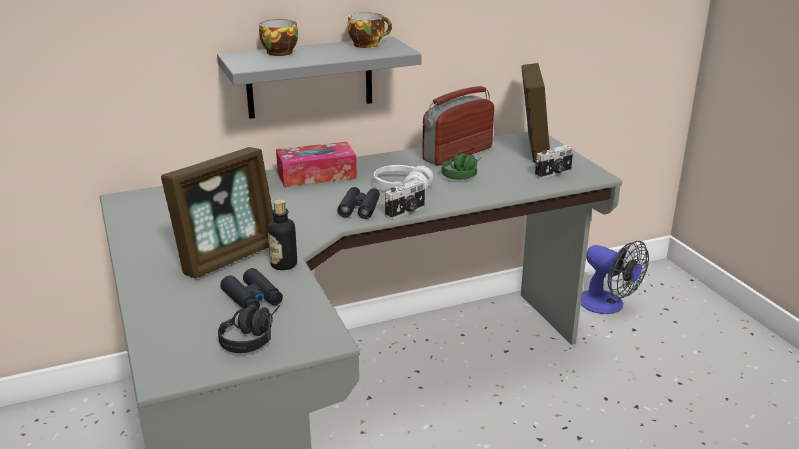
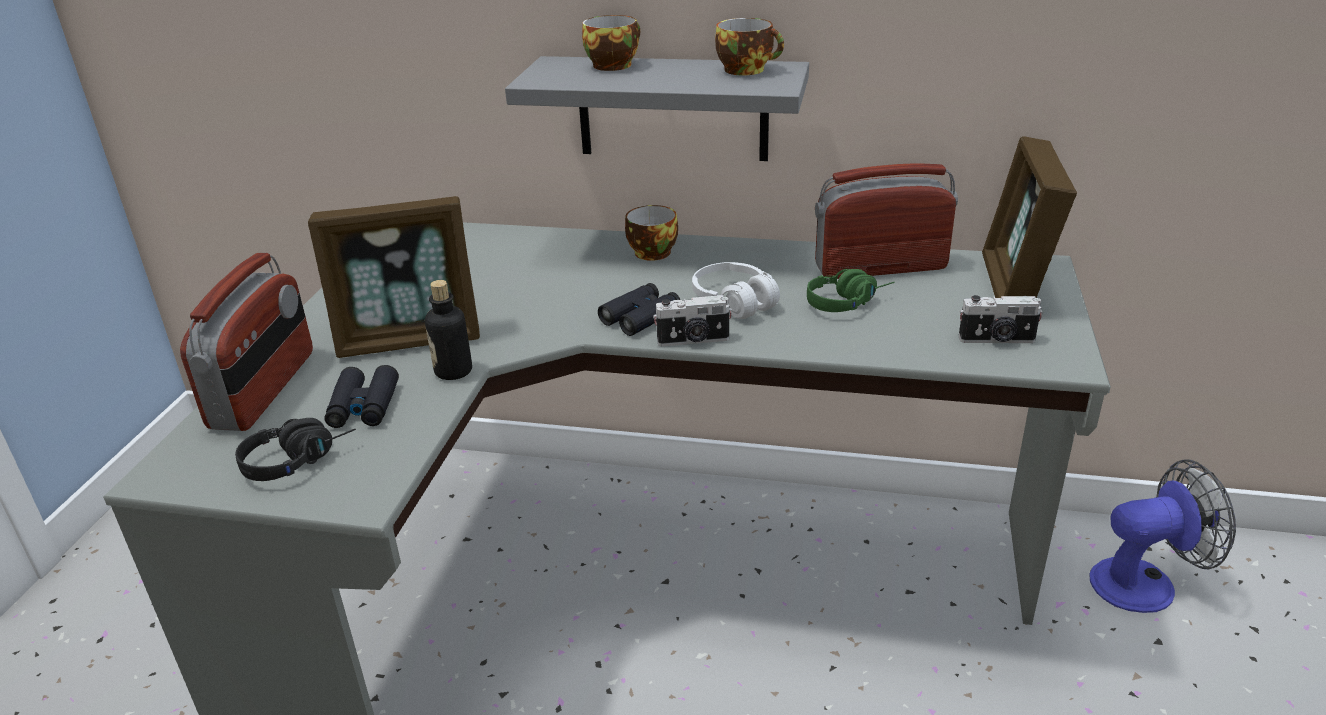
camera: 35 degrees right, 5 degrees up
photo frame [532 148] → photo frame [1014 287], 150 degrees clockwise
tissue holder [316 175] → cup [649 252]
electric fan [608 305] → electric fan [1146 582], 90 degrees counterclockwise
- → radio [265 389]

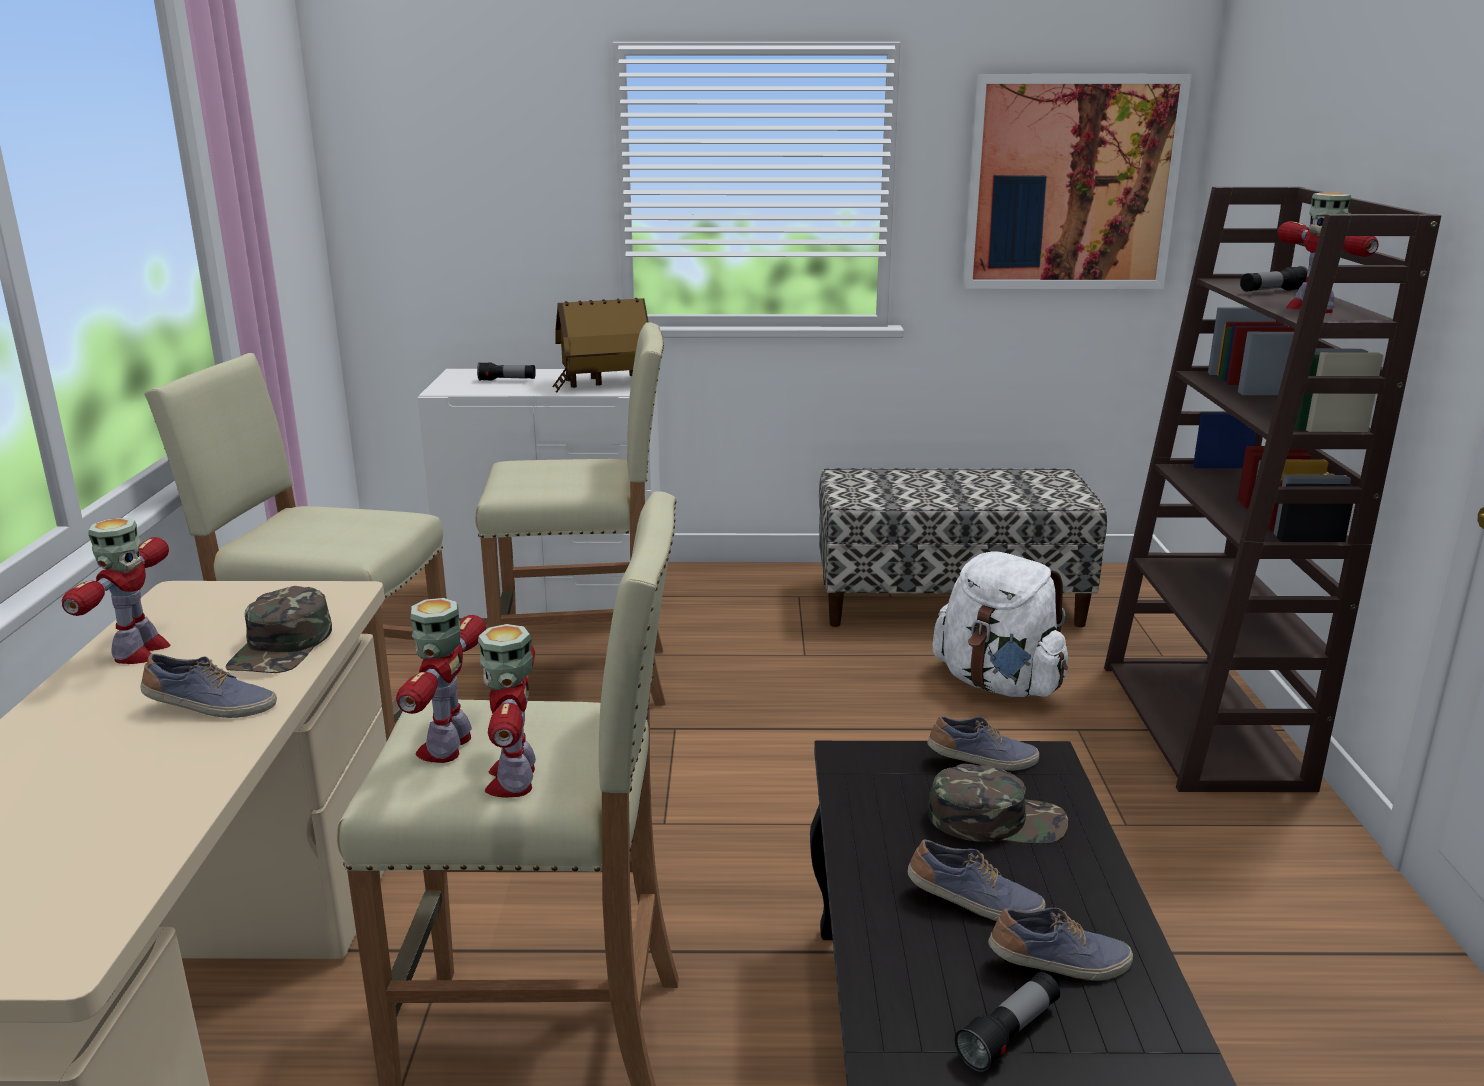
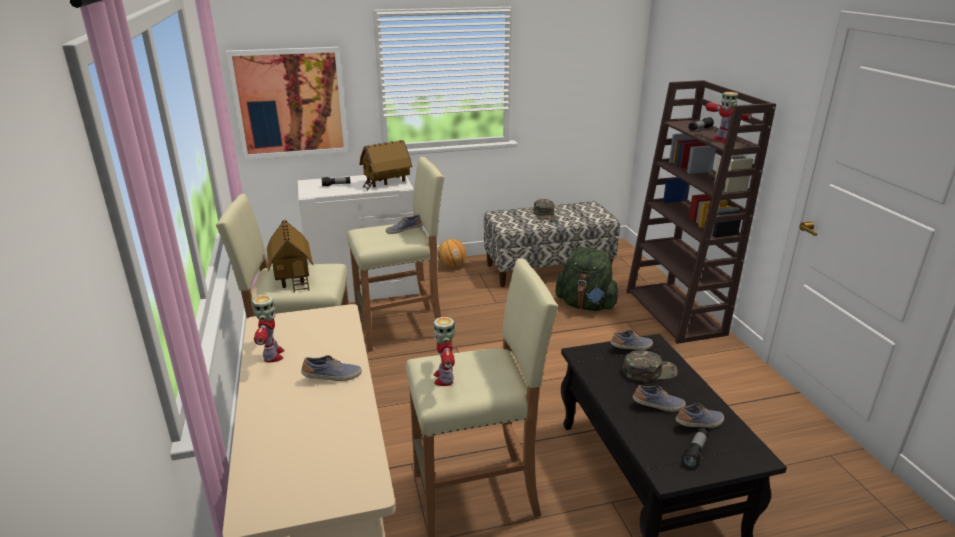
camera: 15 degrees left, 5 degrees up
wall art [1071 184] → wall art [290 103], shifted
knapsack (whitish) [998 684] → knapsack (green) [586 305]
baseball cap (green) [283 646] → baseball cap (green) [545 214], shifted
robot figure [514 779] → -
- → low shoe [404 230]
- → model house [292 277]
- → ball for basketball [451 266]

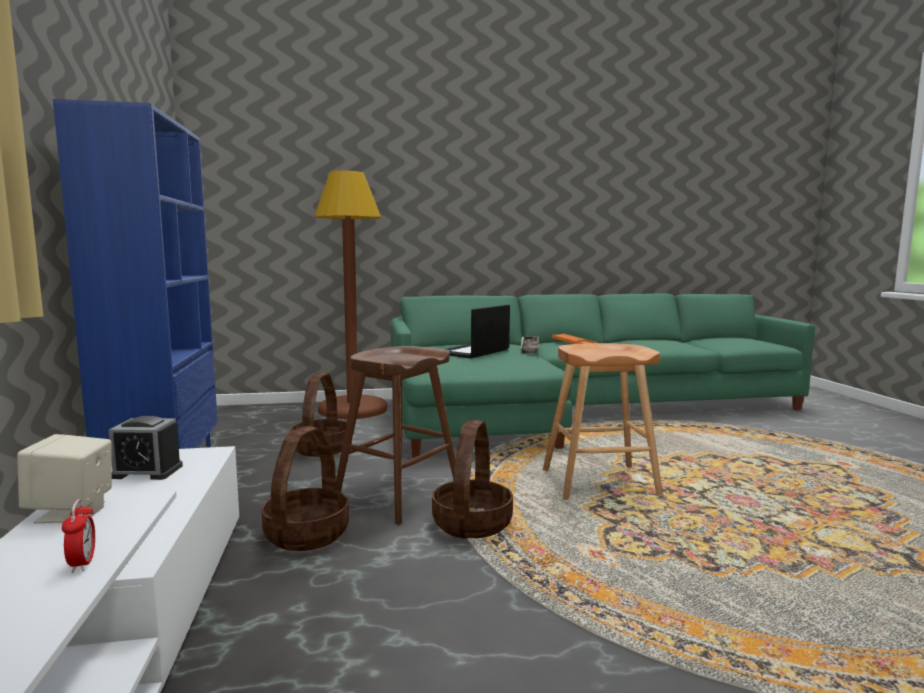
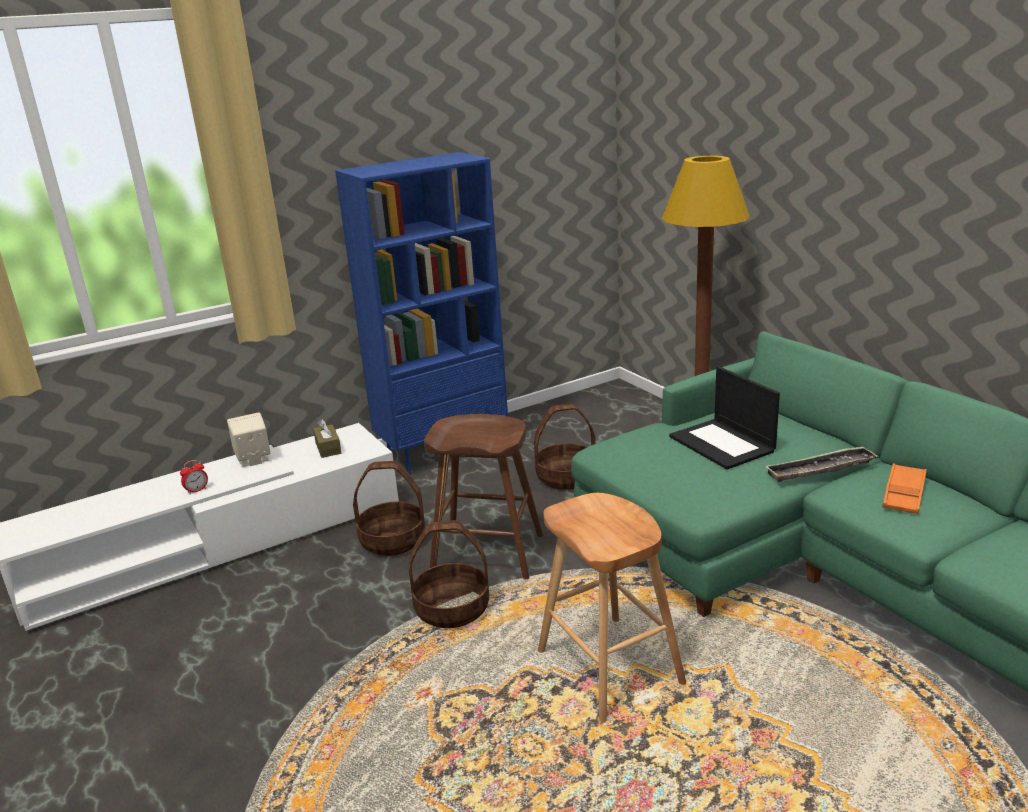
camera: 70 degrees right, 15 degrees up
notebook computer [473 352] → notebook computer [723 444], 135 degrees counterclockwise
bedside clock [147 471] → tissue holder (brown) [328 448]

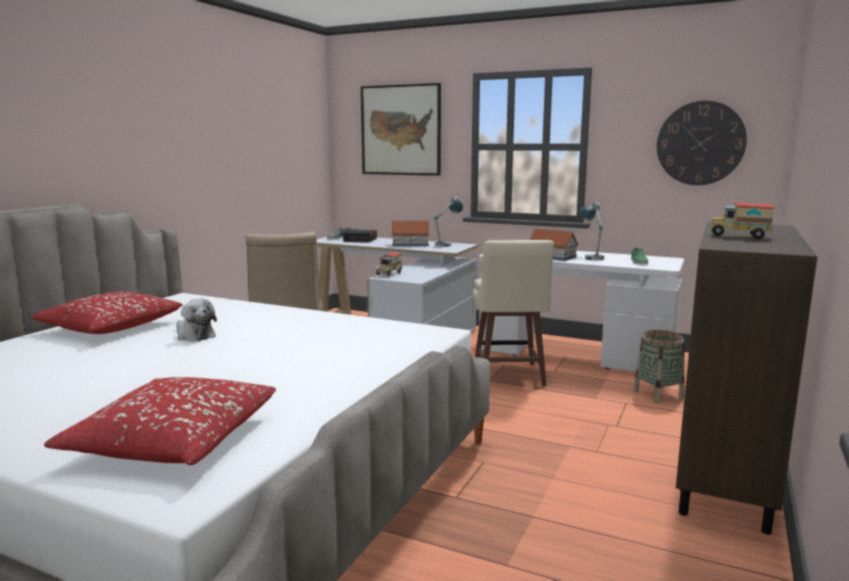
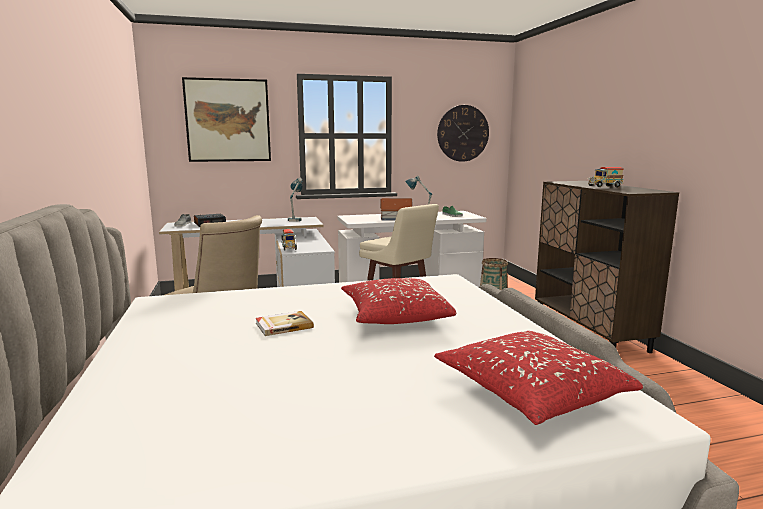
camera: 40 degrees left, 0 degrees up
model house [410 244] → -
pillow (reddish) [111 327] → pillow (reddish) [394 315], shifted
soft toy [194 335] → volume [283 325]

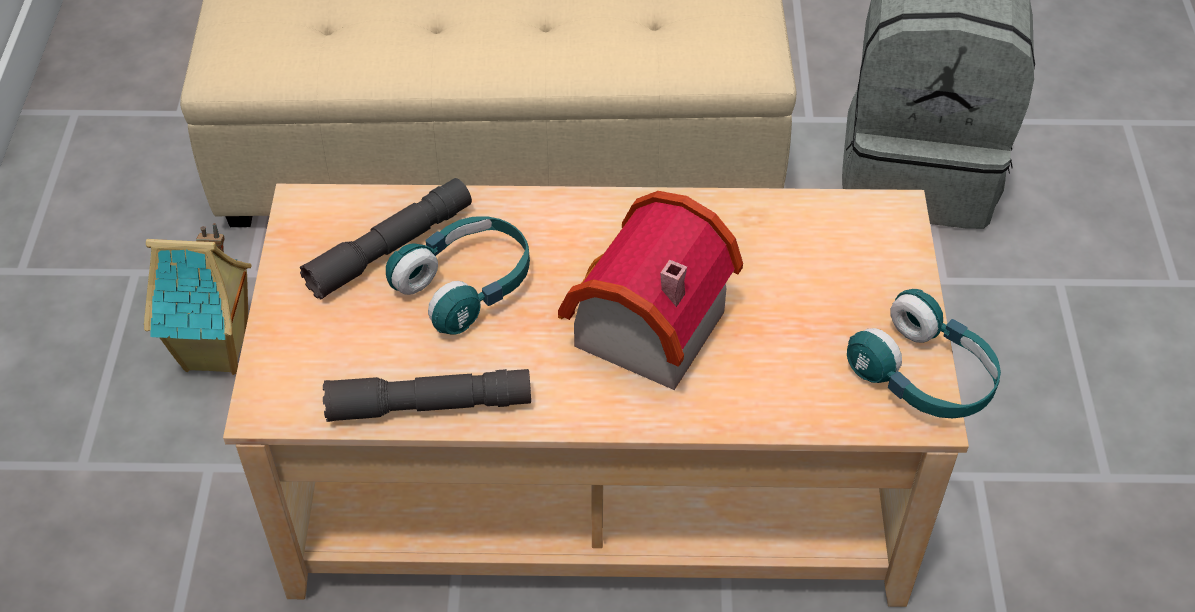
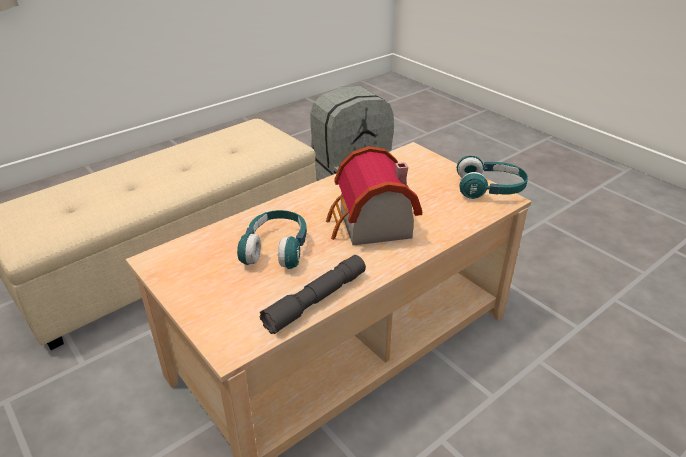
camera: 40 degrees left, 15 degrees down
flashlight (greyish) [390 248] → -
model house [218 352] → -

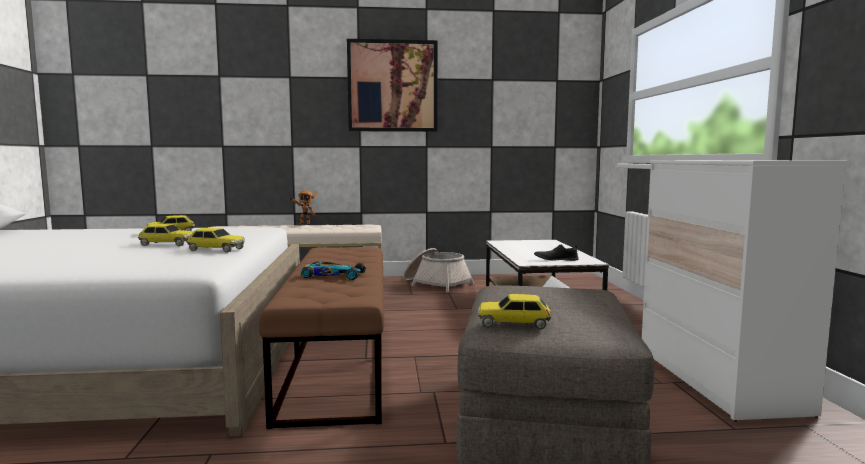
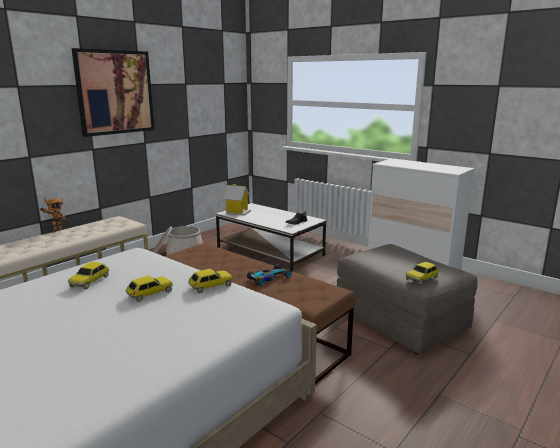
camera: 45 degrees left, 10 degrees up
- → model house [237 212]

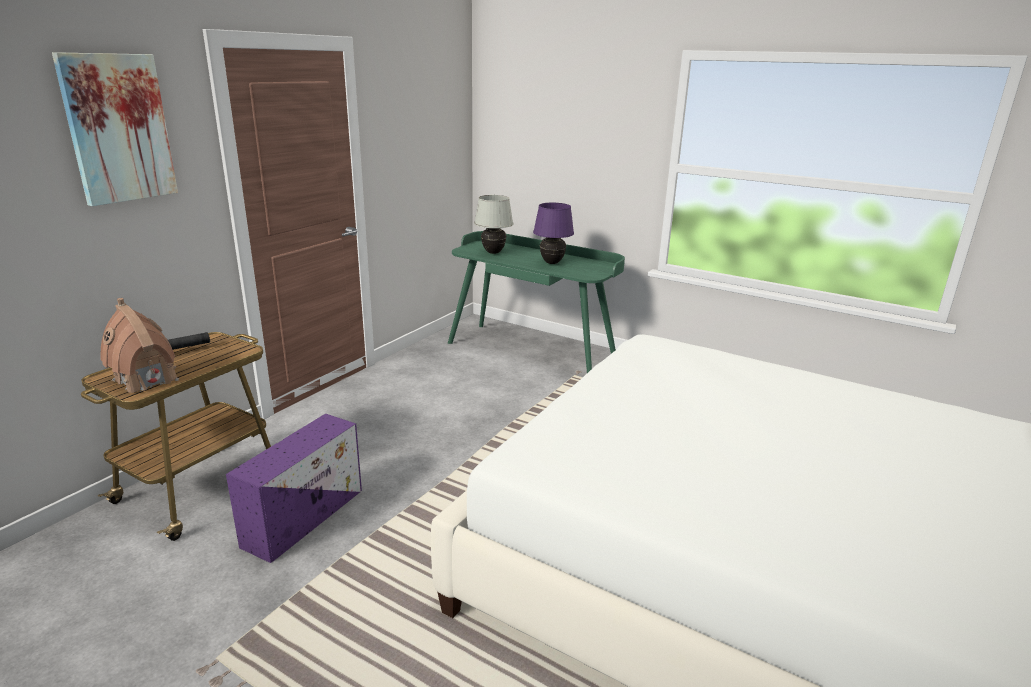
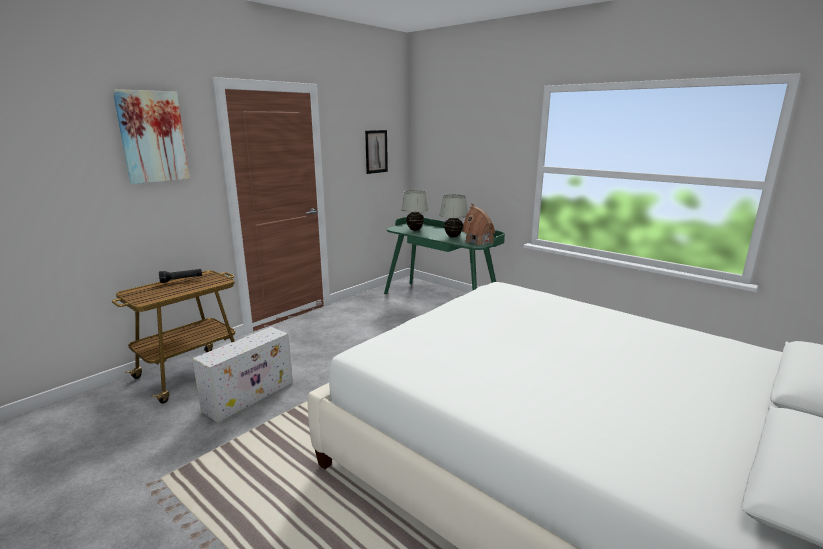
camera: 10 degrees right, 5 degrees down
tabletop lamp (purple) [552 263] → tabletop lamp (whitish) [453 237]
model house [145 379] → model house [479 241], shifted
storage box (purple) [305 516] → storage box (whitish) [250 395]
- → wall art [376 151]

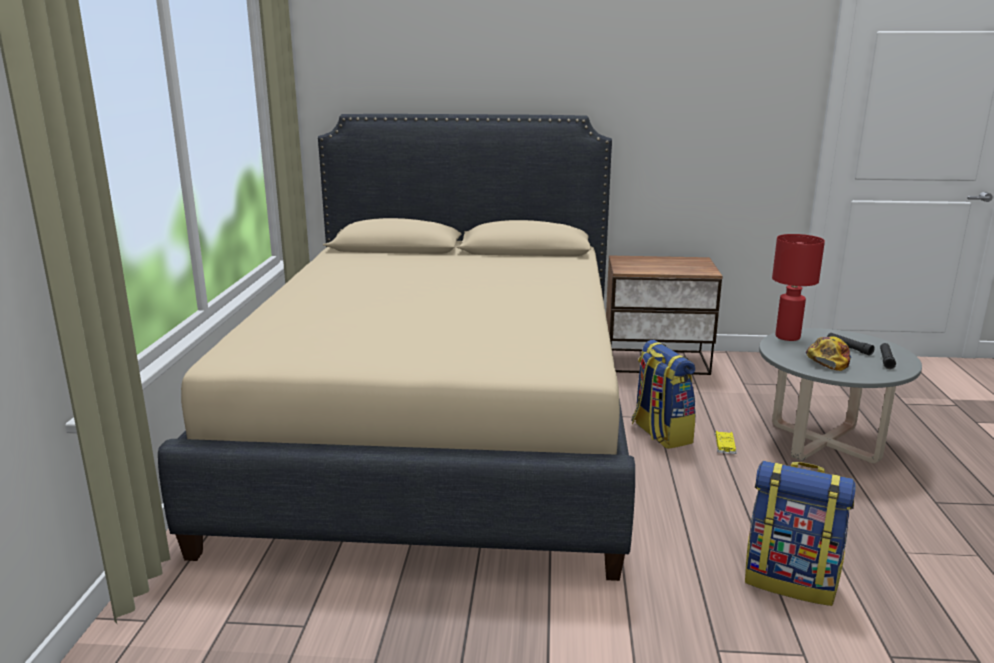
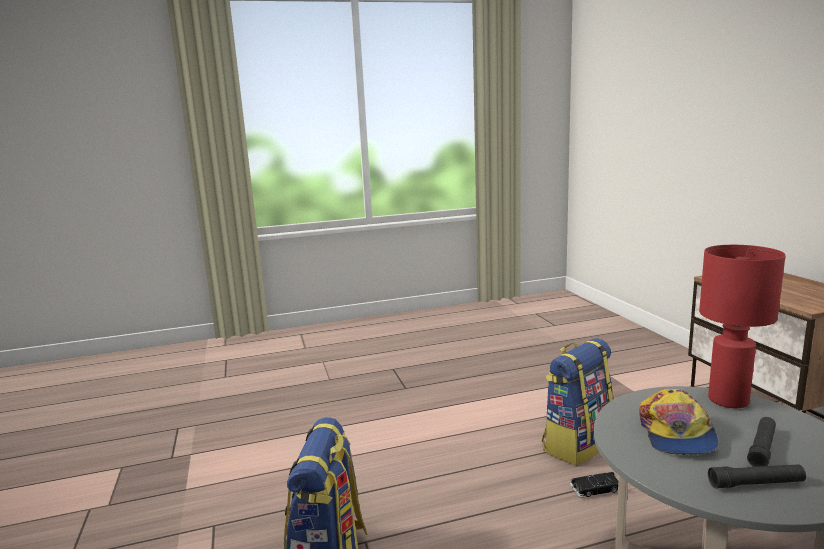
camera: 70 degrees right, 5 degrees down
sleeping bed (sand-coloured) [442 428] → -
baseball cap [828 360] → baseball cap [676 434], 90 degrees clockwise
miniature car (yellowish) [725 445] → miniature car (black-coloured) [597 488]

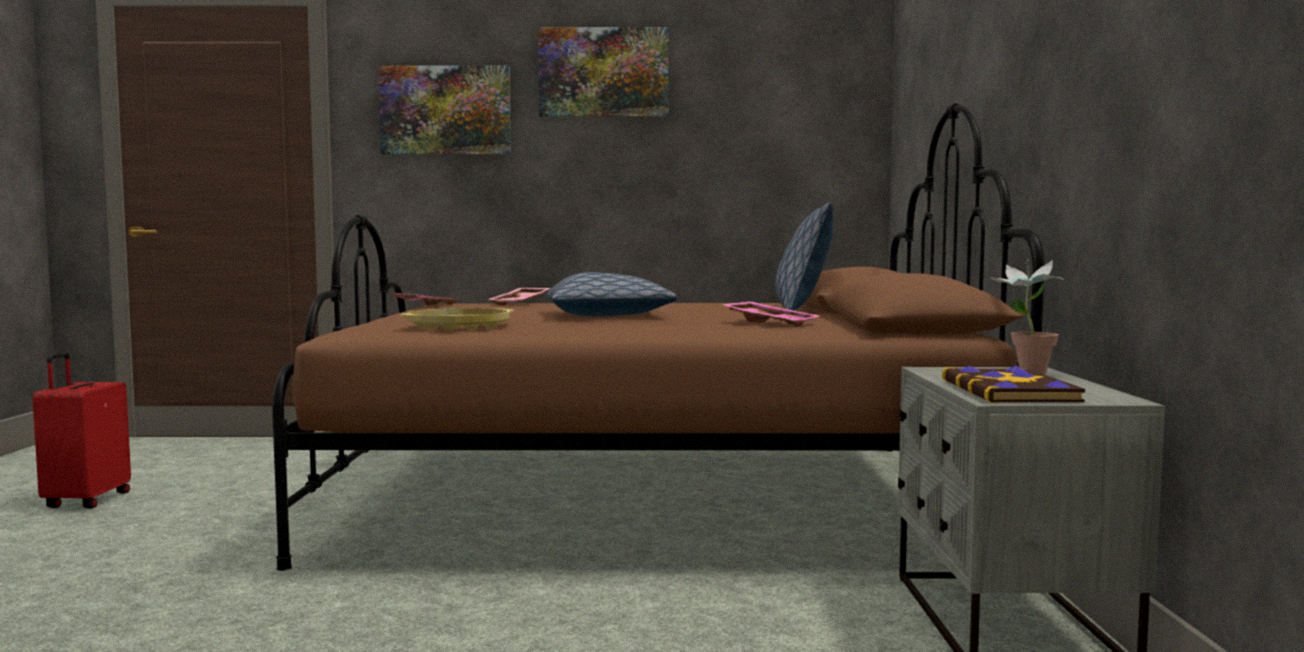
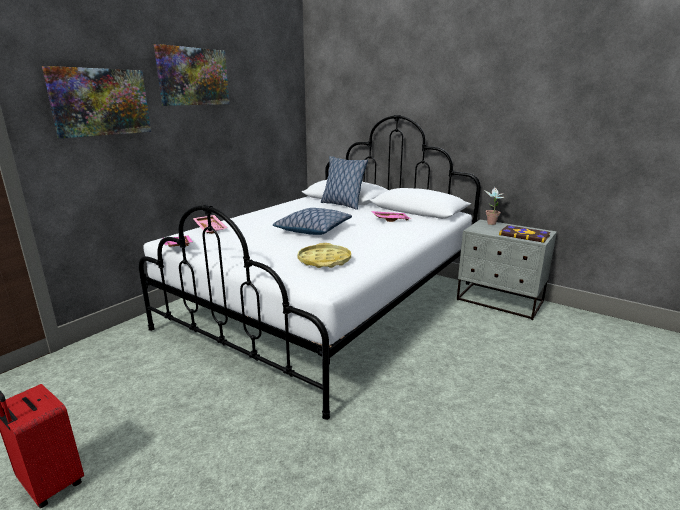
camera: 55 degrees left, 15 degrees up
sleeping bed (brown) [654 499] → sleeping bed (whitish) [327 305]

